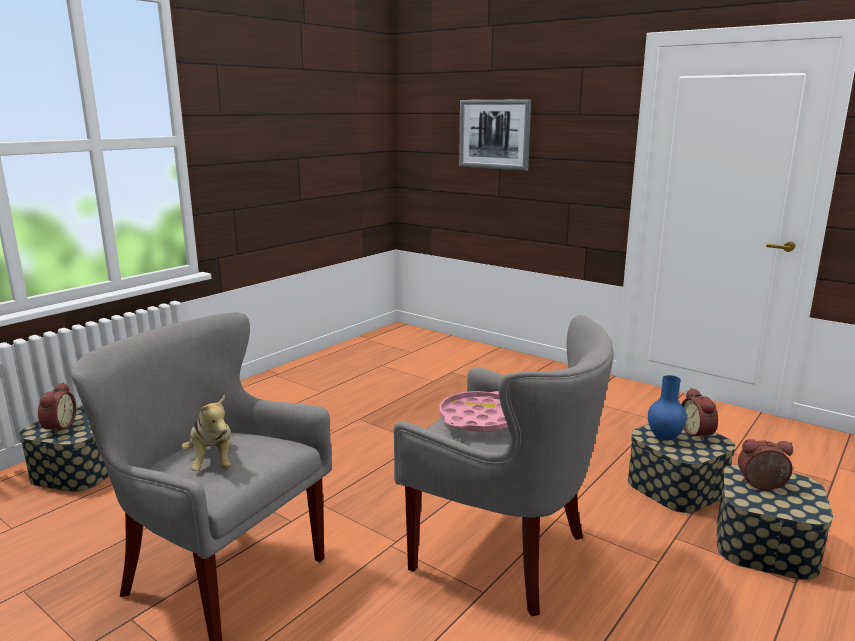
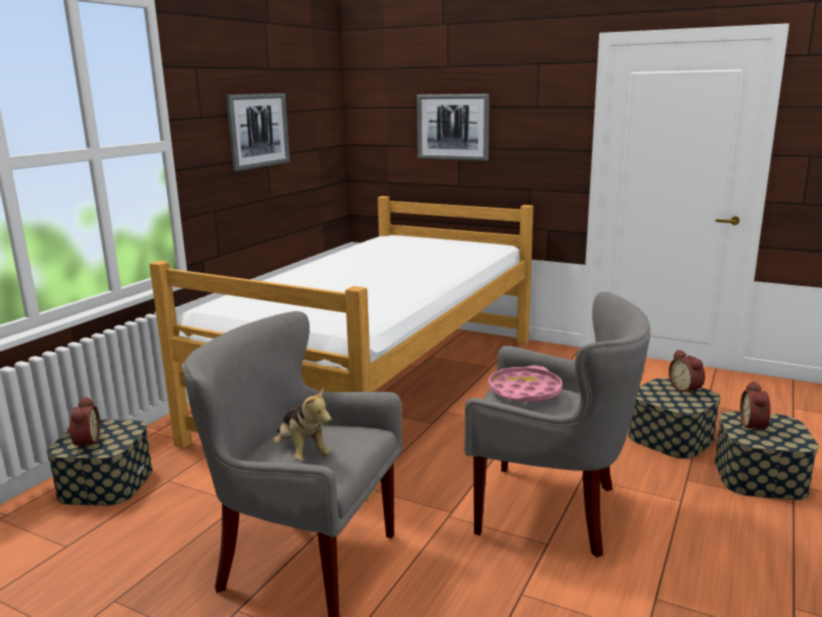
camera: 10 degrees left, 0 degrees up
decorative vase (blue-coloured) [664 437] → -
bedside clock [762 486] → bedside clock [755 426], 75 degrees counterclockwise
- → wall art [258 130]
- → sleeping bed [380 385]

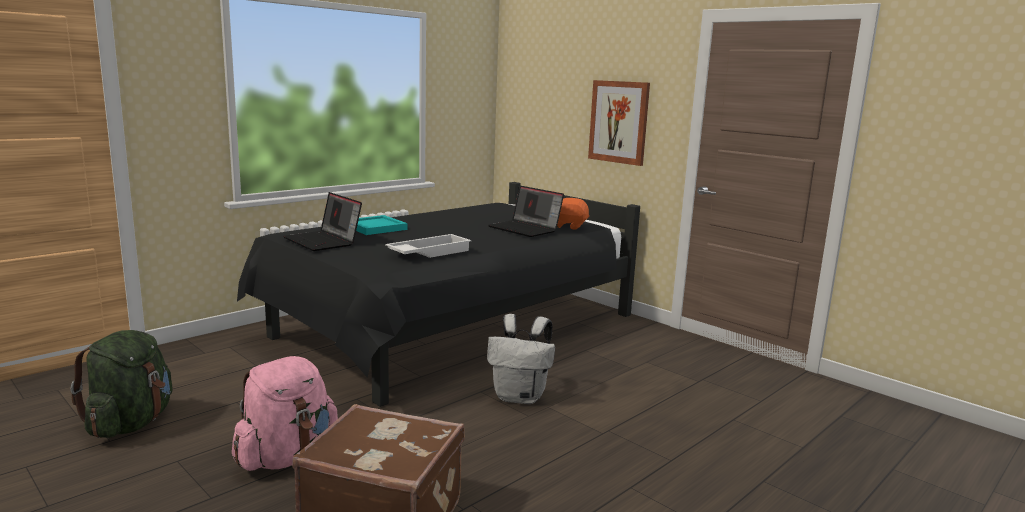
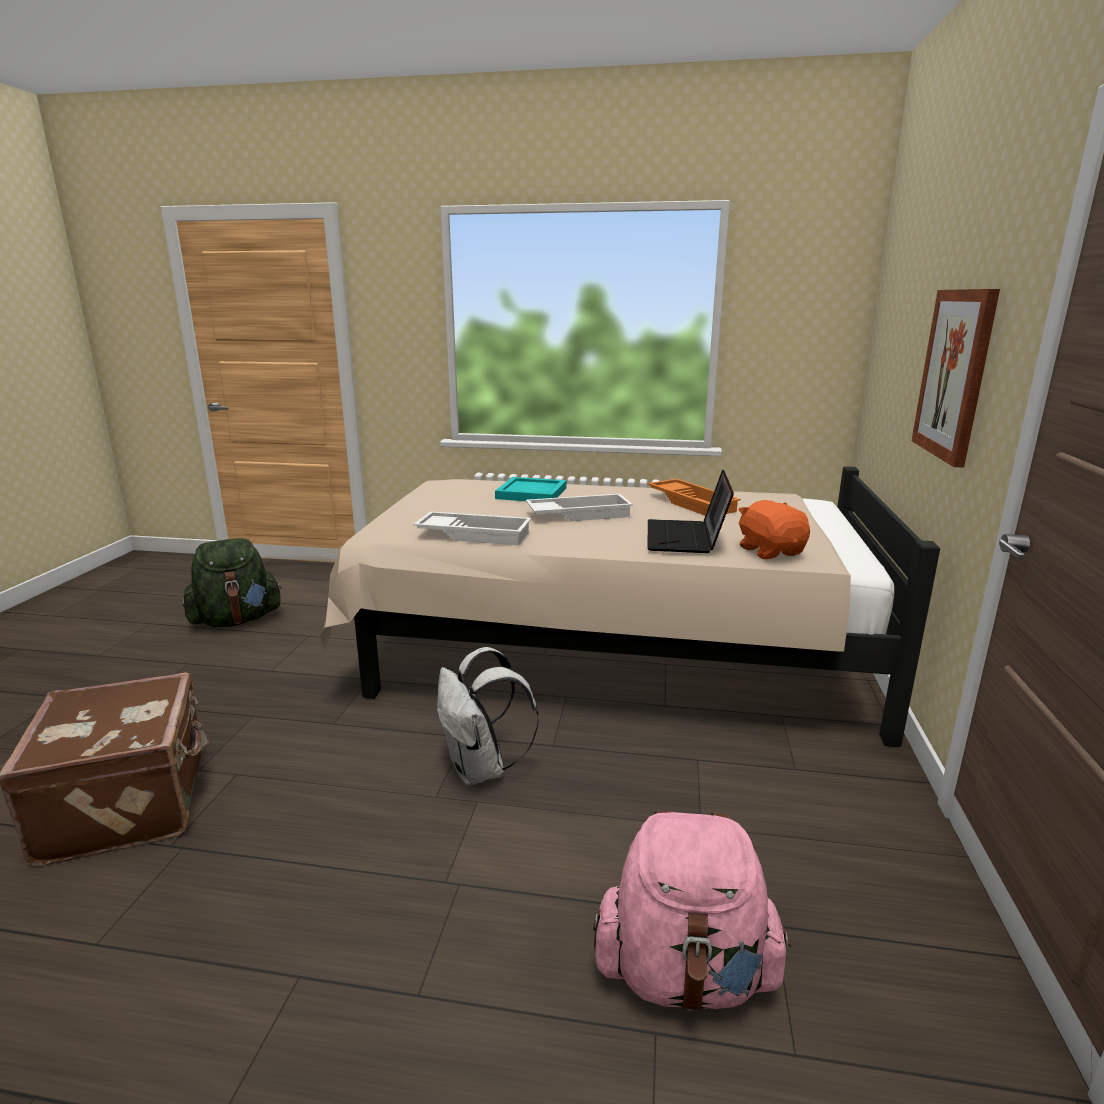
camera: 55 degrees right, 5 degrees up
sleeping bed (black-coloured) [451 328] → sleeping bed (sand-coloured) [606 649]
notebook computer [324 241] → -
knapsack (pink-coloured) [287 456] → knapsack (pink-coloured) [685 974], shifted
- → carrying tray (orangey) [693 503]
- → carrying tray (whitish) [579 514]

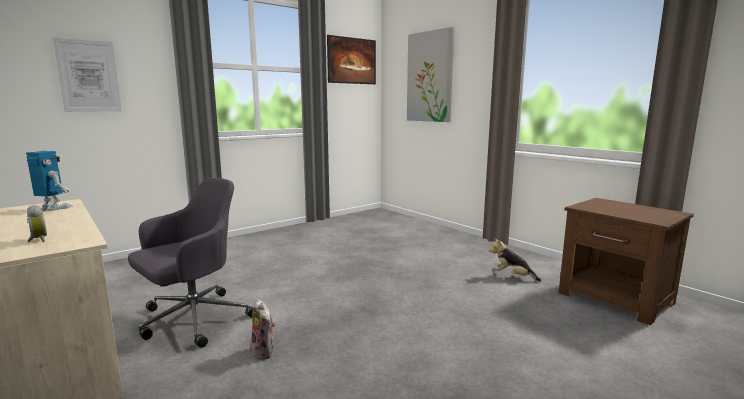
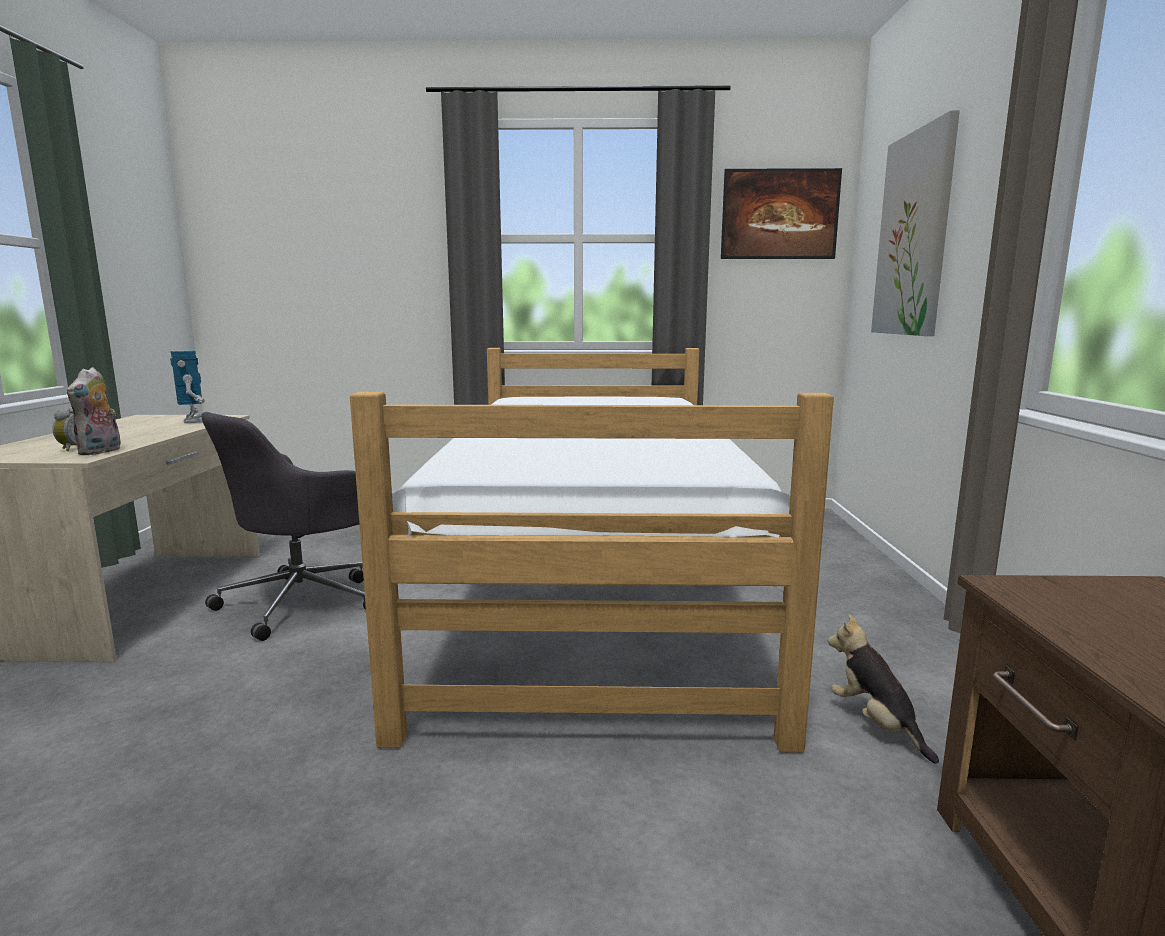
camera: 40 degrees right, 0 degrees up
wall art [88 76] → -
desk chair (greyish) [193 319] → desk chair (greyish) [303 601], 135 degrees clockwise
soft toy [265 352] → soft toy [101 451], shifted
- → sleeping bed [592 589]

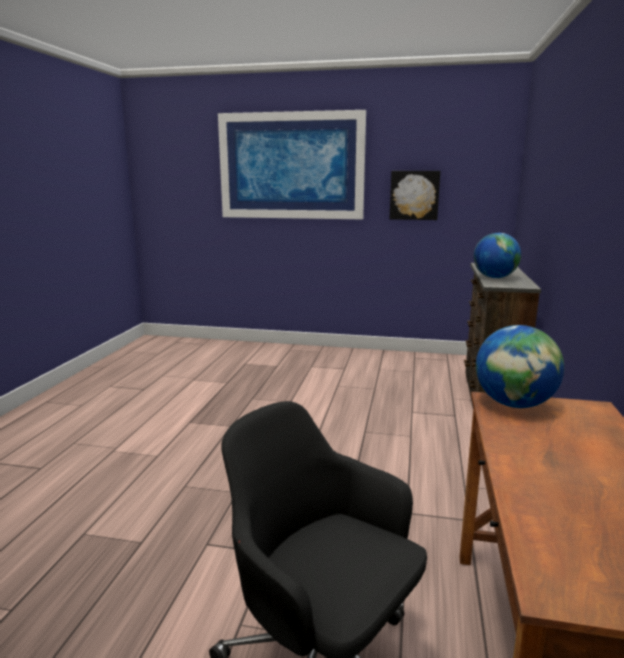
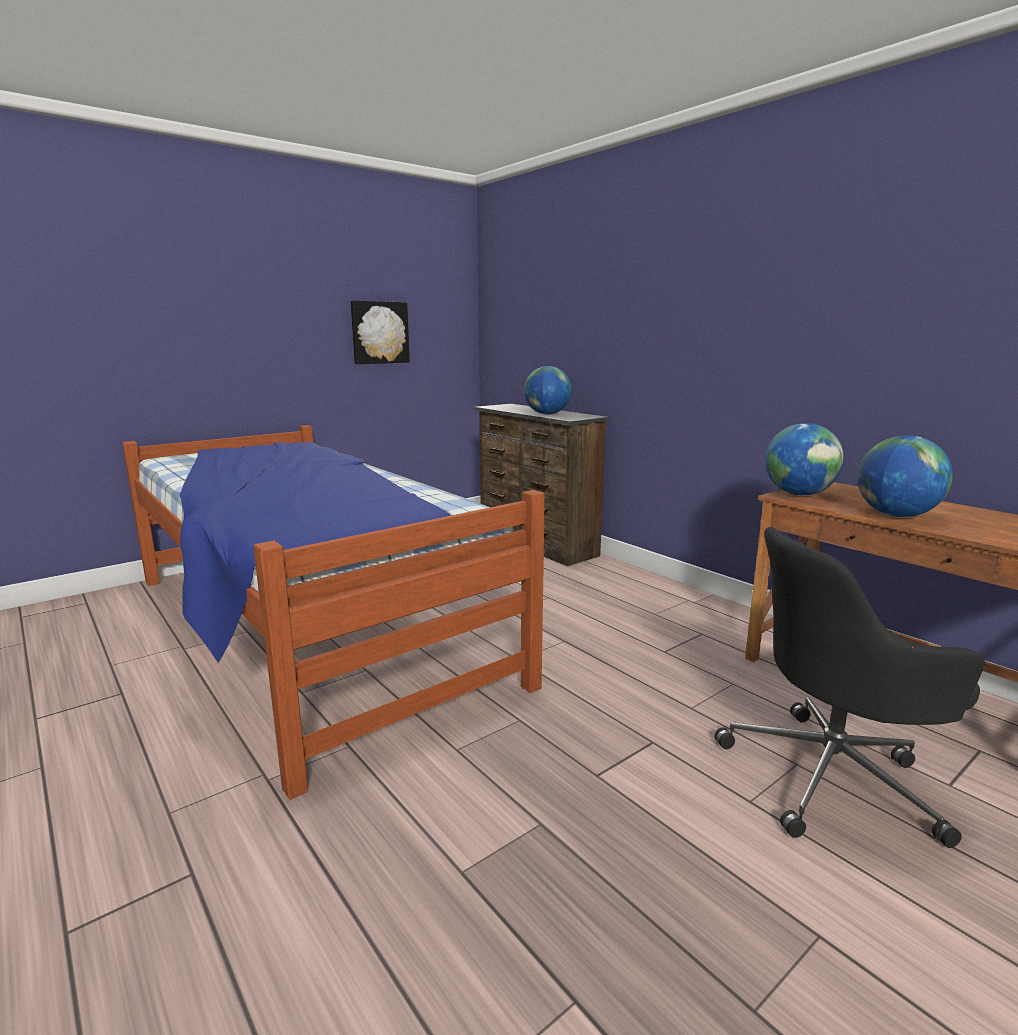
camera: 50 degrees left, 0 degrees up
wall art [291 166] → -
- → sleeping bed [307 627]
- → desk globe [896 515]

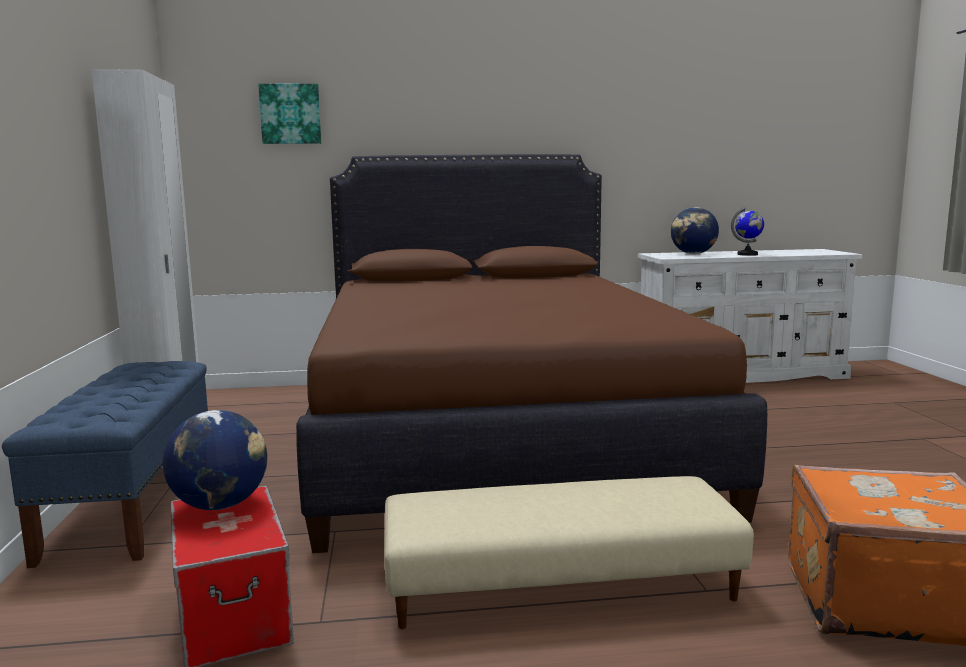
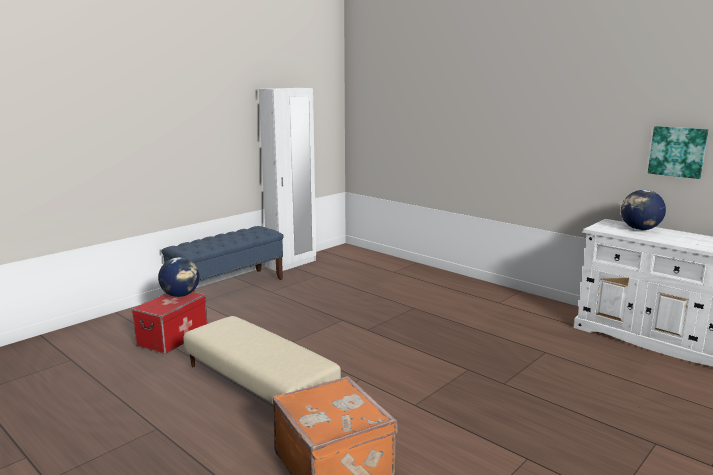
camera: 50 degrees right, 5 degrees up
wall art [290 114] → wall art [677 151], shifted
sleeping bed (brown) [494 435] → -
desk globe [747 254] → -

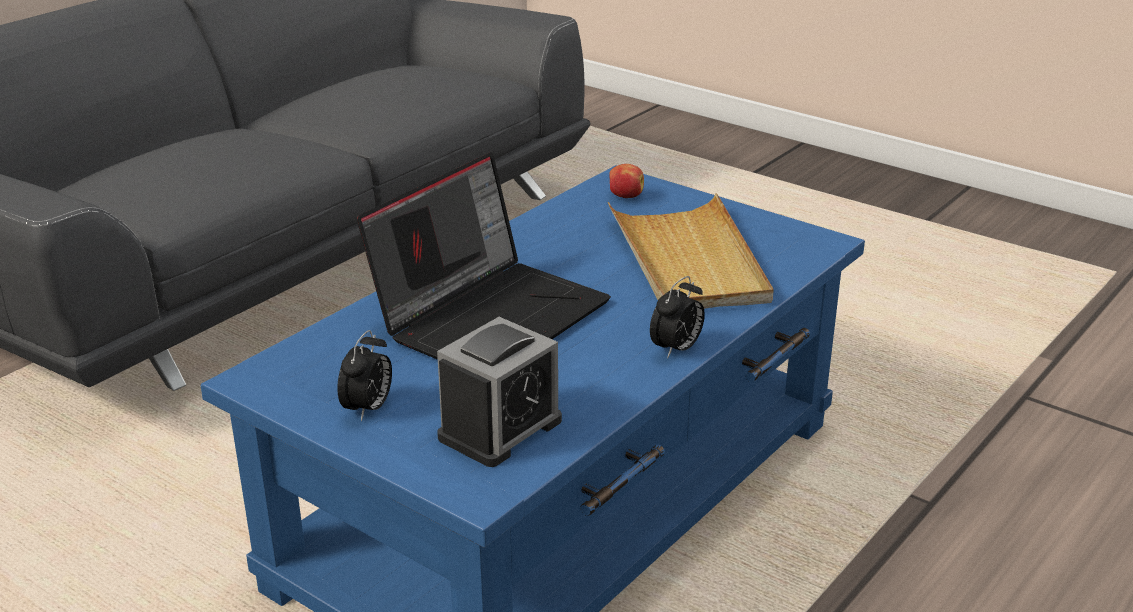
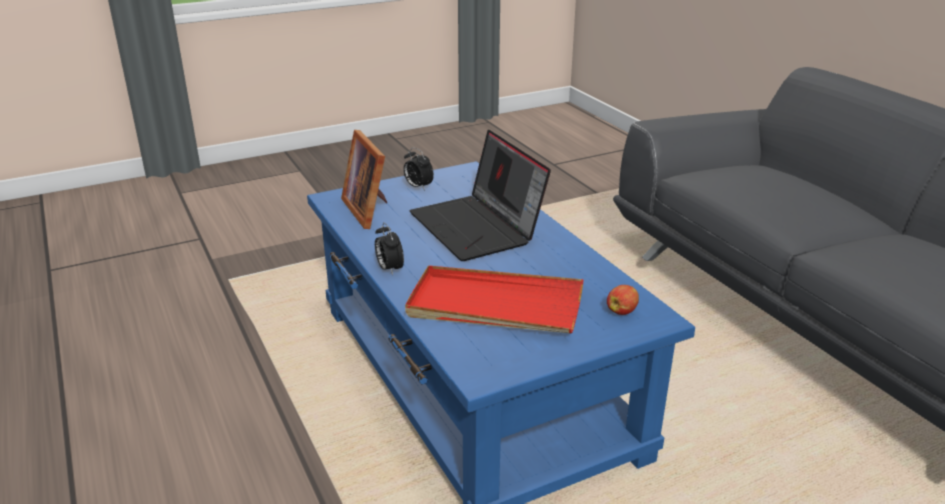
camera: 115 degrees right, 0 degrees up
carrying tray (sand-coloured) [688 260] → carrying tray (reddish) [494 306]
bedside clock [500 429] → photo frame [369 209]

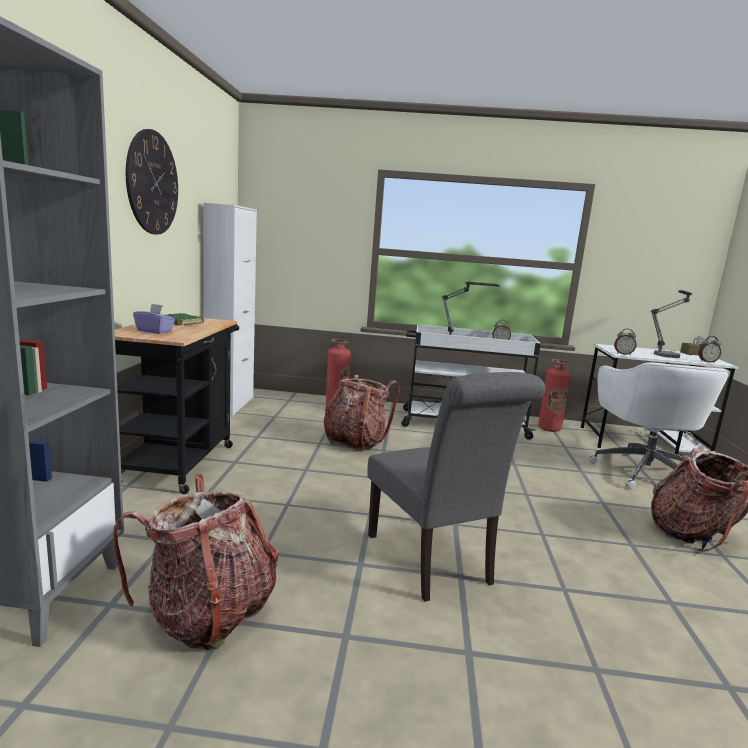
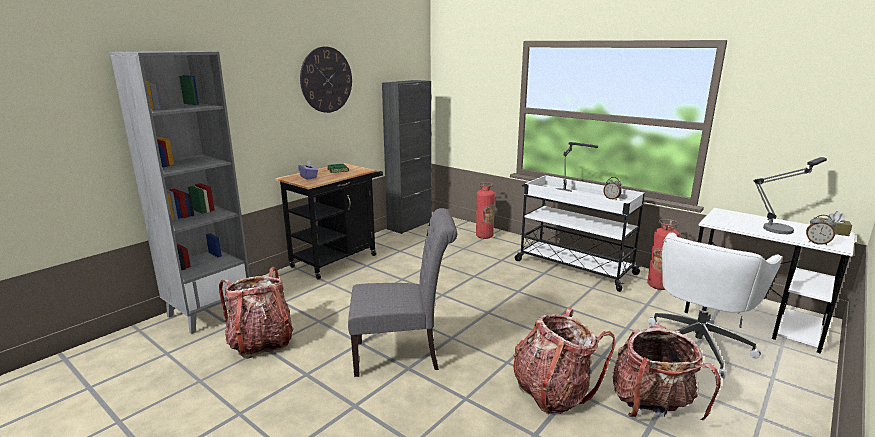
camera: 35 degrees right, 5 degrees up
cabinet (whitish) [230 405] → cabinet (black-coloured) [409 225]
bedside clock [623 354] → -
upright chair (greyish) [433 563] → upright chair (greyish) [402 355], 105 degrees counterclockwise
knapsack [355 441] → knapsack [553 392], shifted

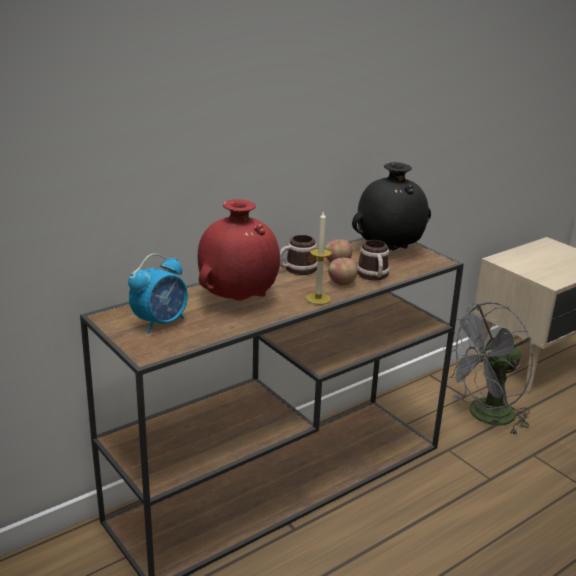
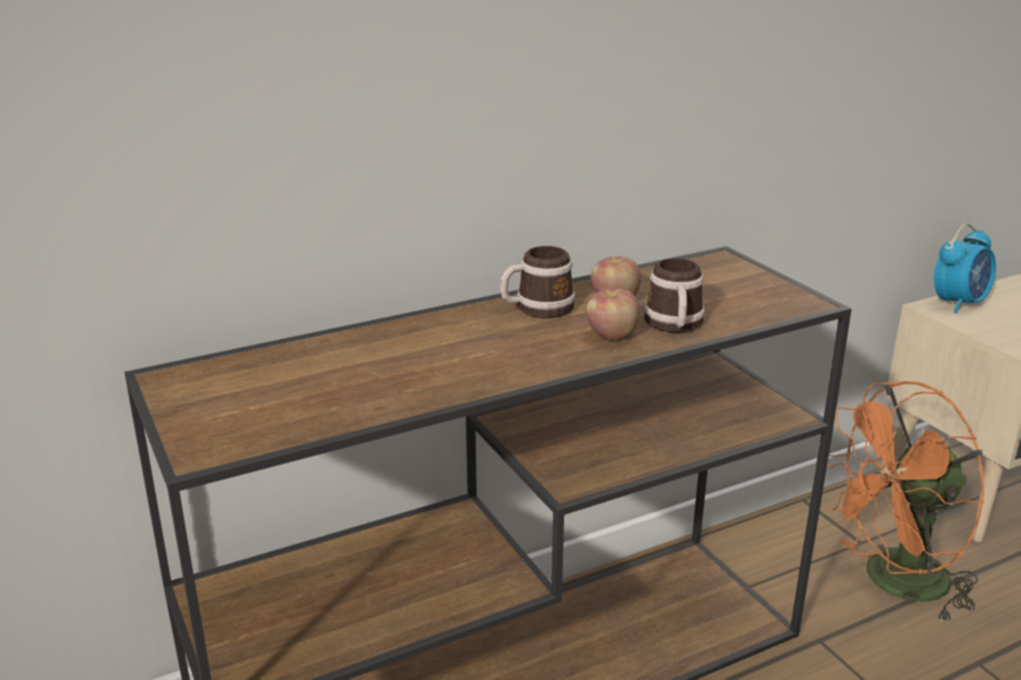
camera: 10 degrees right, 0 degrees up
decorative vase (black-coloured) [389 249] → -
decorative vase (reddish) [239 299] → -
candle [318 298] → -
bedside clock [161 322] → bedside clock [959 303], shifted
electric fan (greyish) [484 417] → electric fan (orangey) [893 583]

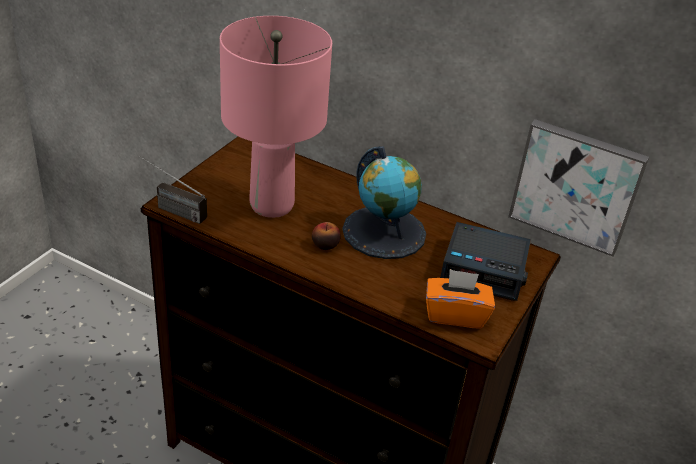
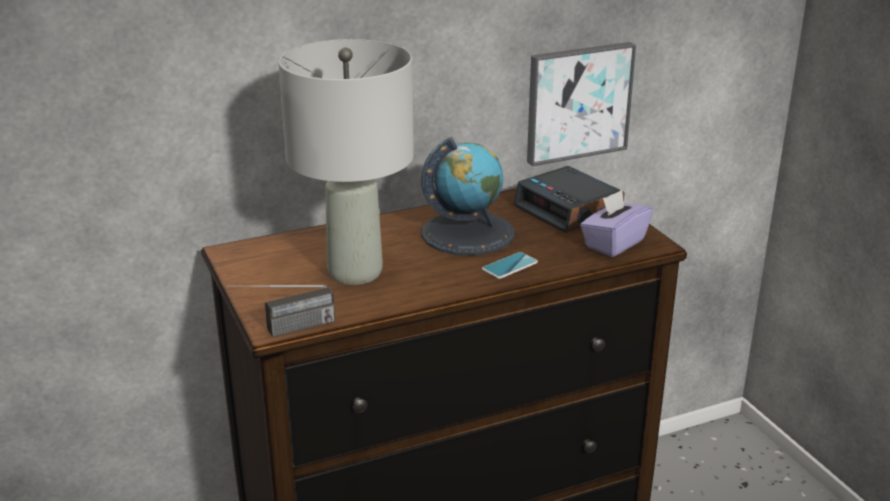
camera: 50 degrees left, 10 degrees down
tabletop lamp (pink-coloured) [272 204] → tabletop lamp (greyish) [354 272]
apple fruit [325 245] → -
bedside clock [485 269] → bedside clock [569 210], 90 degrees clockwise
tissue holder (orangey) [455 314] → tissue holder (purple) [614 243]
- → telephone [510 266]

